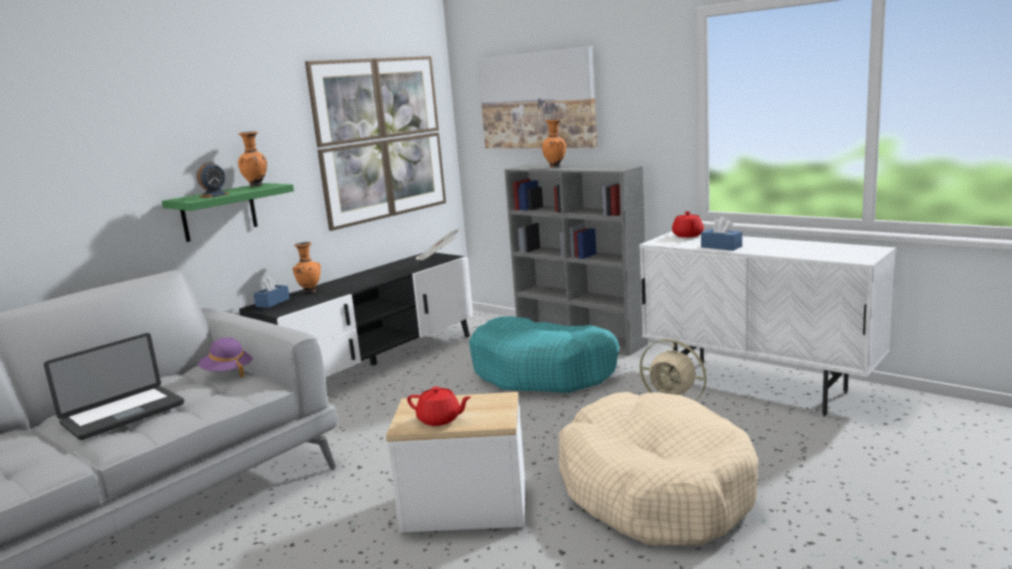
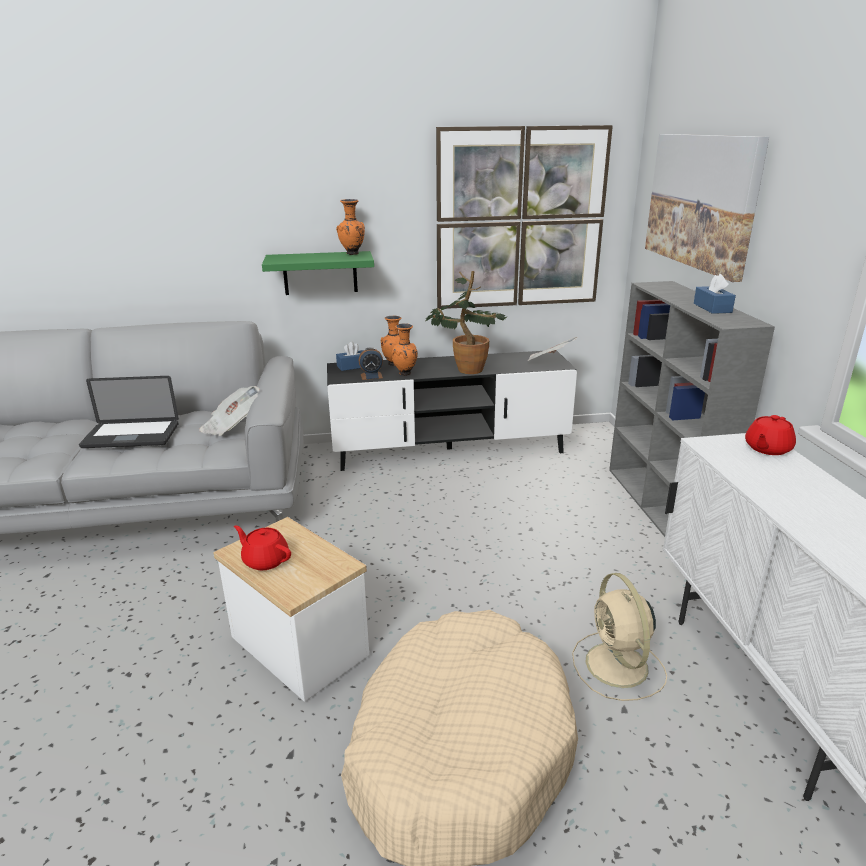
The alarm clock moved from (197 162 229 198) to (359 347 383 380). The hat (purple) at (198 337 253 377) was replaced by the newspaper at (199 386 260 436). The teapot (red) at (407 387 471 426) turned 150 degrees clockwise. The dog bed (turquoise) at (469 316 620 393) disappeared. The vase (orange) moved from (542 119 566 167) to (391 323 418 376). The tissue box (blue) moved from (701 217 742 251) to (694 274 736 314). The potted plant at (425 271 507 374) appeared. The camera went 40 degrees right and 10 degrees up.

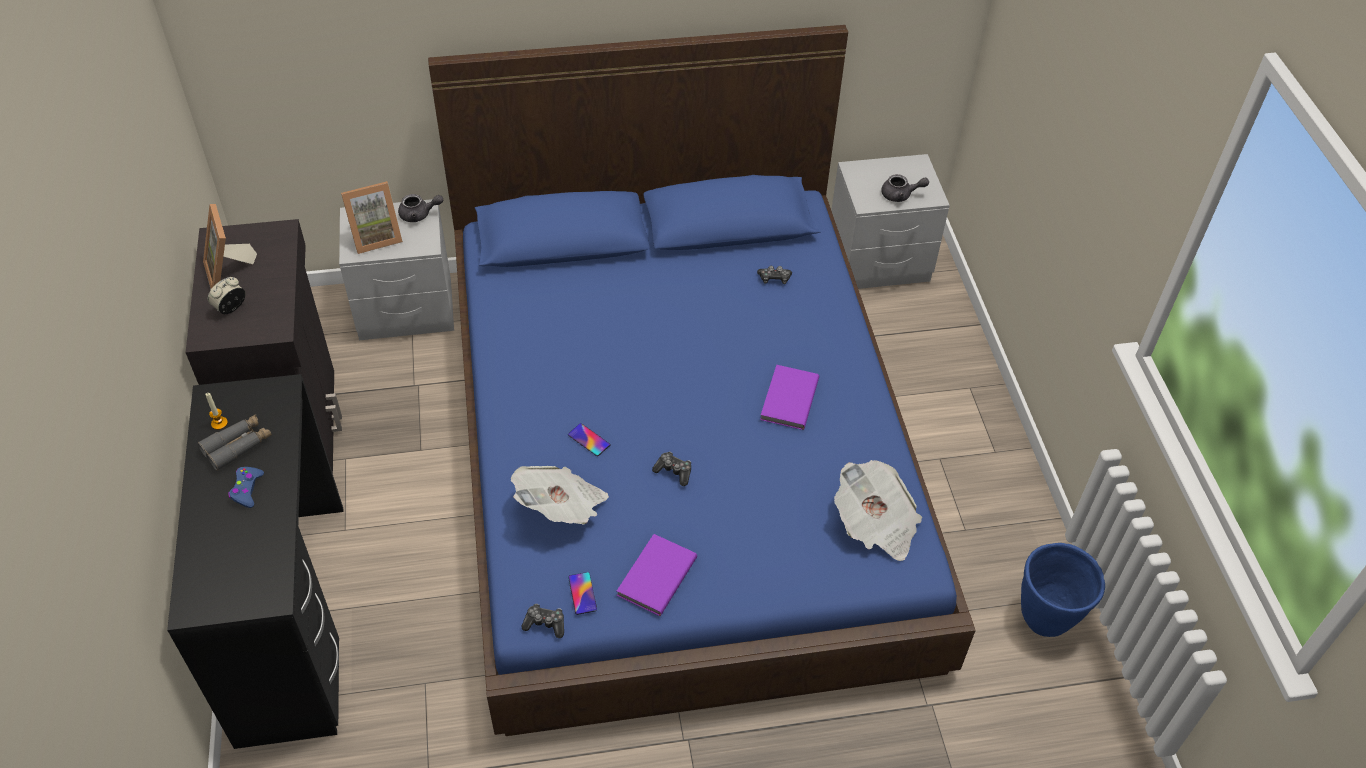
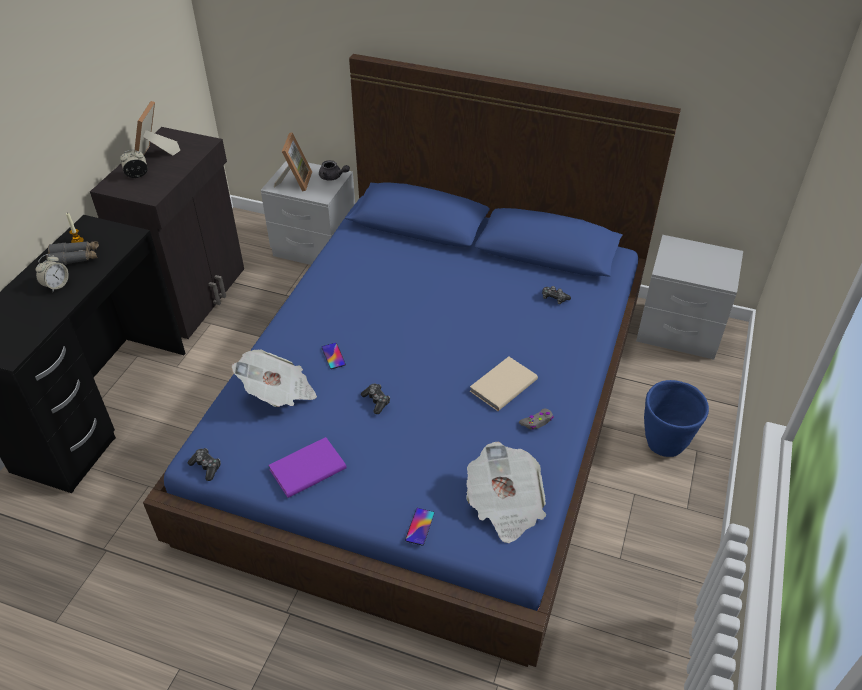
The game controller (blue) at (228 467 264 508) was replaced by the alarm clock at (36 254 69 292). The picture frame at (341 181 403 254) turned 90 degrees counterclockwise. The phone moved from (568 572 597 615) to (405 508 434 545). The book (purple) at (760 365 819 430) became the book (beige) at (470 357 538 411). The teapot (grey) at (881 174 929 202) disappeared. The planter (blue) moved from (1021 543 1105 637) to (644 380 709 457). The game controller (grey) at (519 409 554 430) appeared. The camera went 30 degrees right and 5 degrees down.

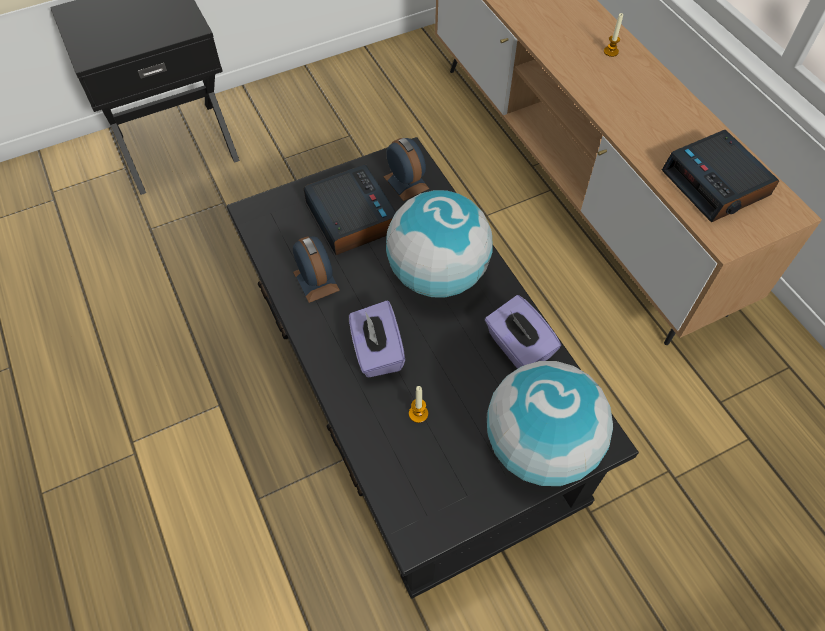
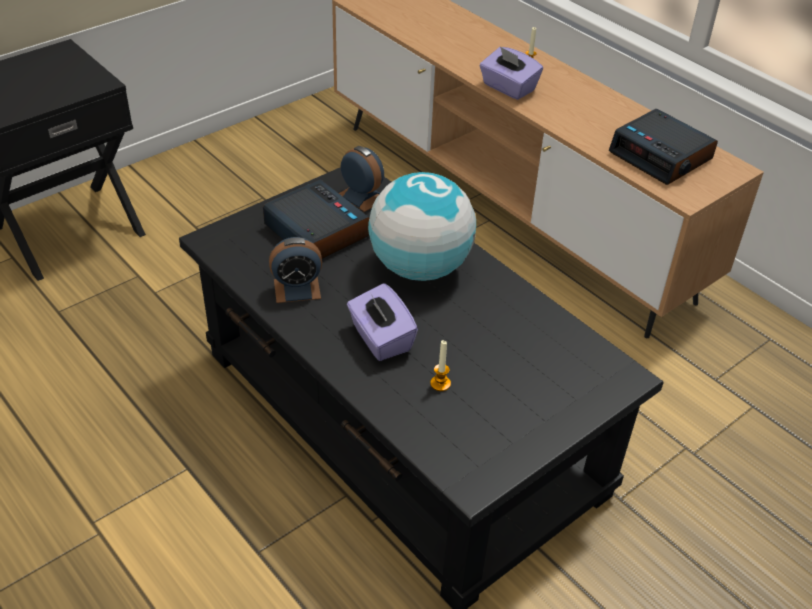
The alarm clock at (293 236 340 303) turned 120 degrees clockwise. The tissue box (purple) moved from (485 295 561 369) to (480 46 543 100). The globe at (487 361 613 486) disappeared. The camera went 15 degrees left and 15 degrees down.

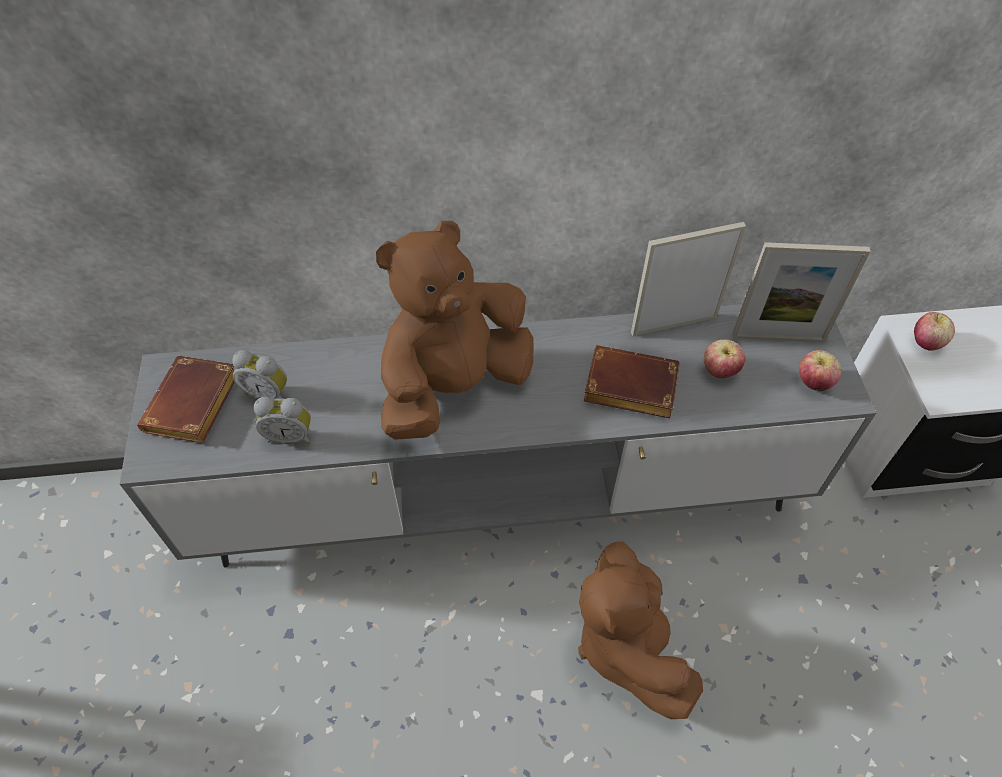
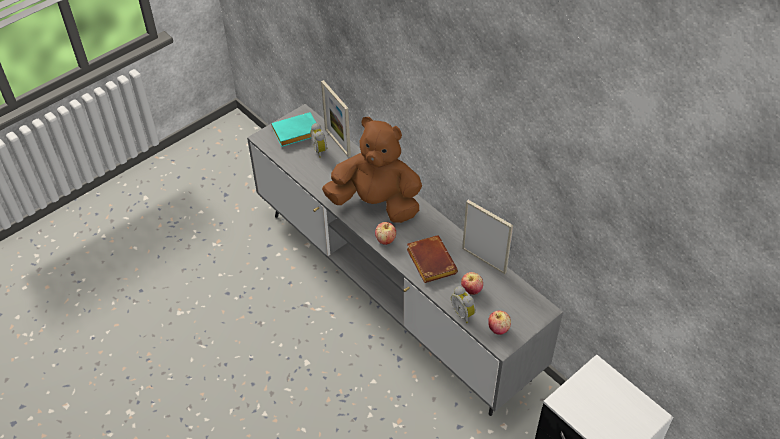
The book (brown) at (137 355 235 443) became the book (turquoise) at (271 112 316 147). The alarm clock moved from (254 397 311 444) to (451 286 476 323). The plush toy (brown) at (578 542 703 719) disappeared. The picture frame moved from (732 242 871 342) to (321 80 351 157). The apple moved from (914 312 955 351) to (375 222 396 245). The camera went 55 degrees right and 5 degrees down.

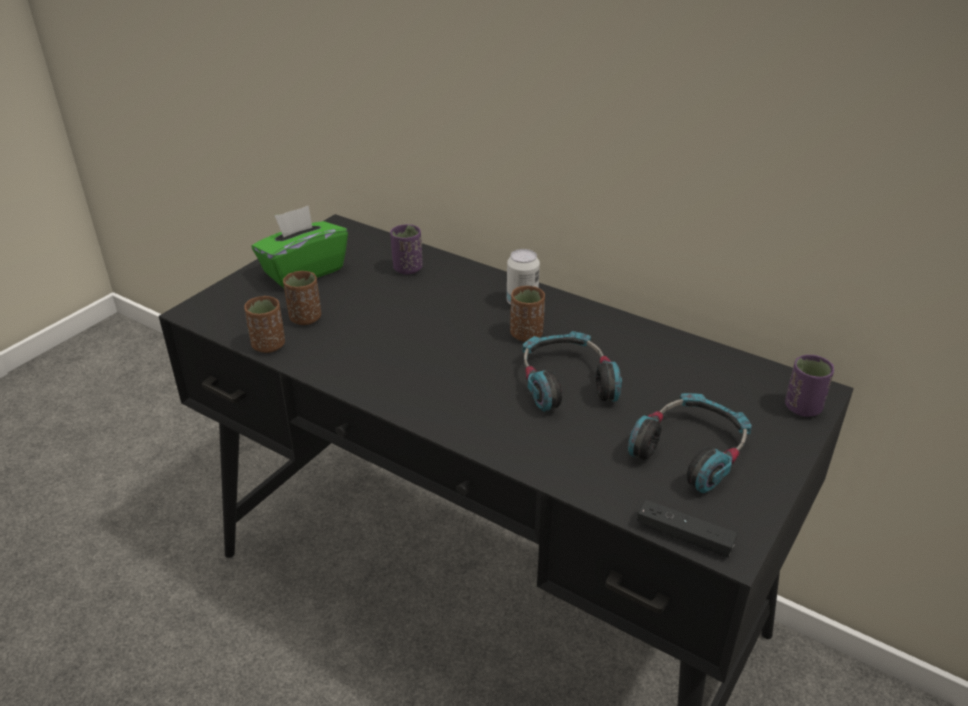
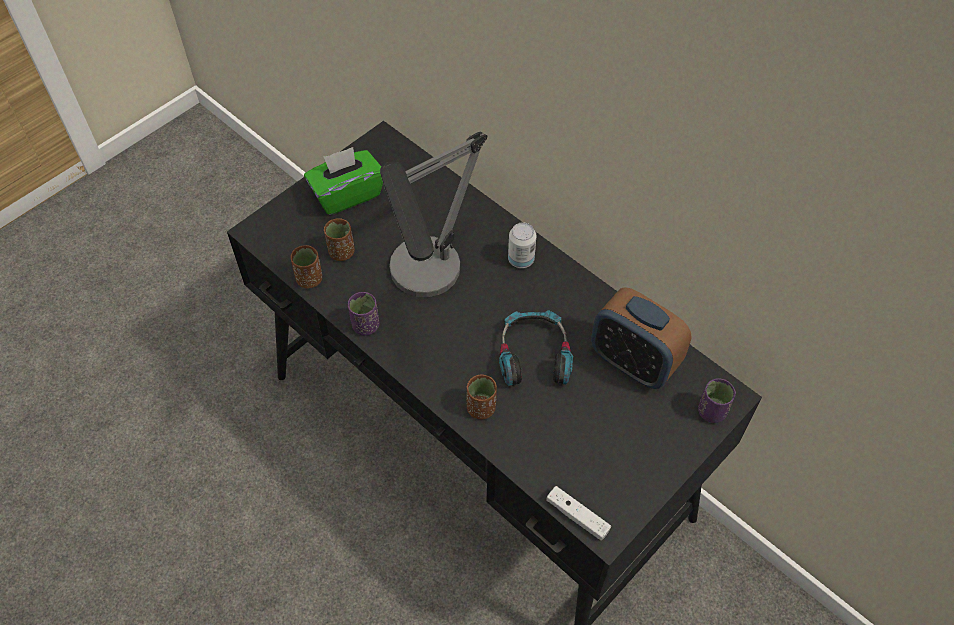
The cup (purple) moved from (390 224 423 275) to (348 292 379 336). The cup (brown) moved from (510 286 545 342) to (467 375 497 419). The headphones at (628 393 752 493) disappeared. The game controller (black) at (637 500 737 557) became the game controller (white) at (546 486 611 540). The table lamp at (380 132 487 297) appeared. The alarm clock at (591 287 692 389) appeared. The camera went 10 degrees right and 20 degrees up.

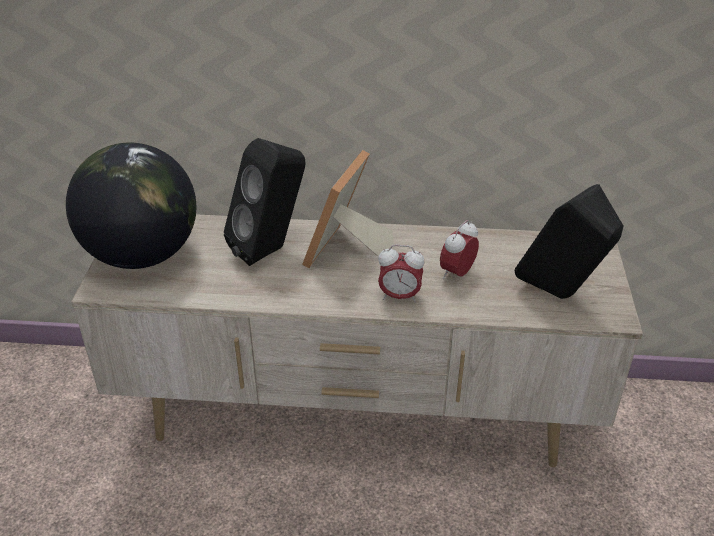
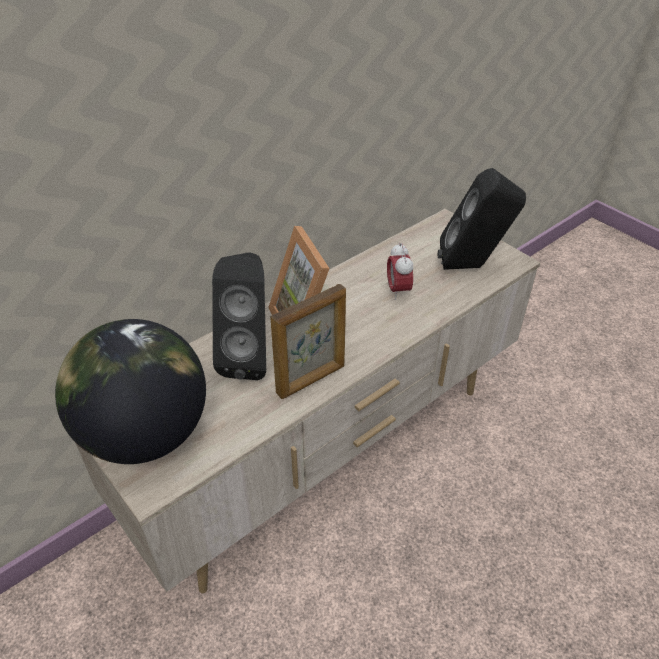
The alarm clock at (378 245 425 303) disappeared. The picture frame at (270 284 346 399) appeared. The camera went 45 degrees left and 5 degrees up.

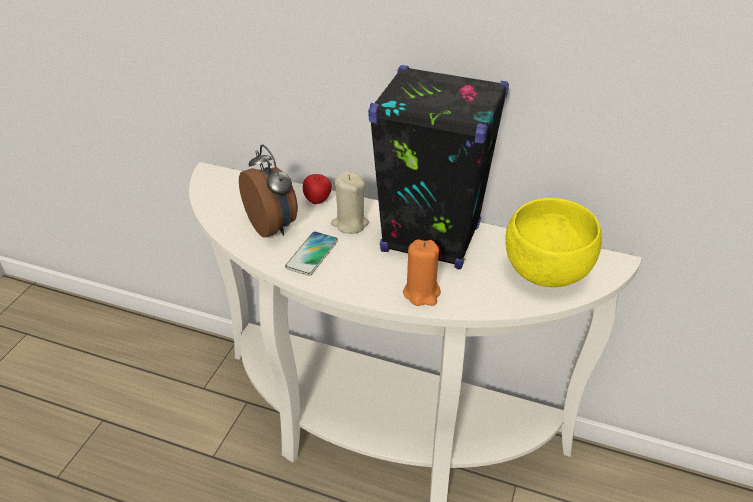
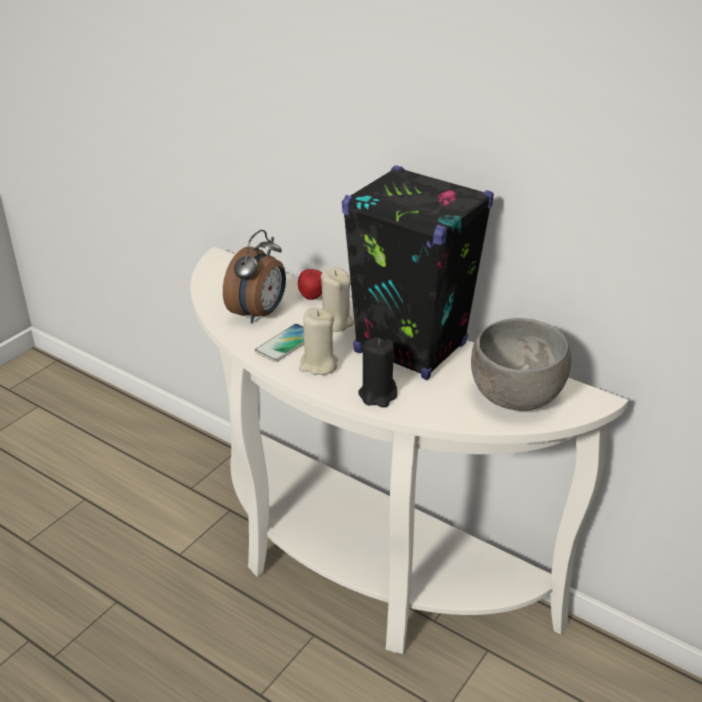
The alarm clock at (239 145 298 238) turned 45 degrees clockwise. The candle (orange) at (403 239 441 306) became the candle (black) at (358 337 398 408). The bowl (yellow) at (505 198 602 287) became the bowl (grey) at (471 318 571 411). The candle (beige) at (299 308 338 375) appeared. The camera went 15 degrees right and 5 degrees down.

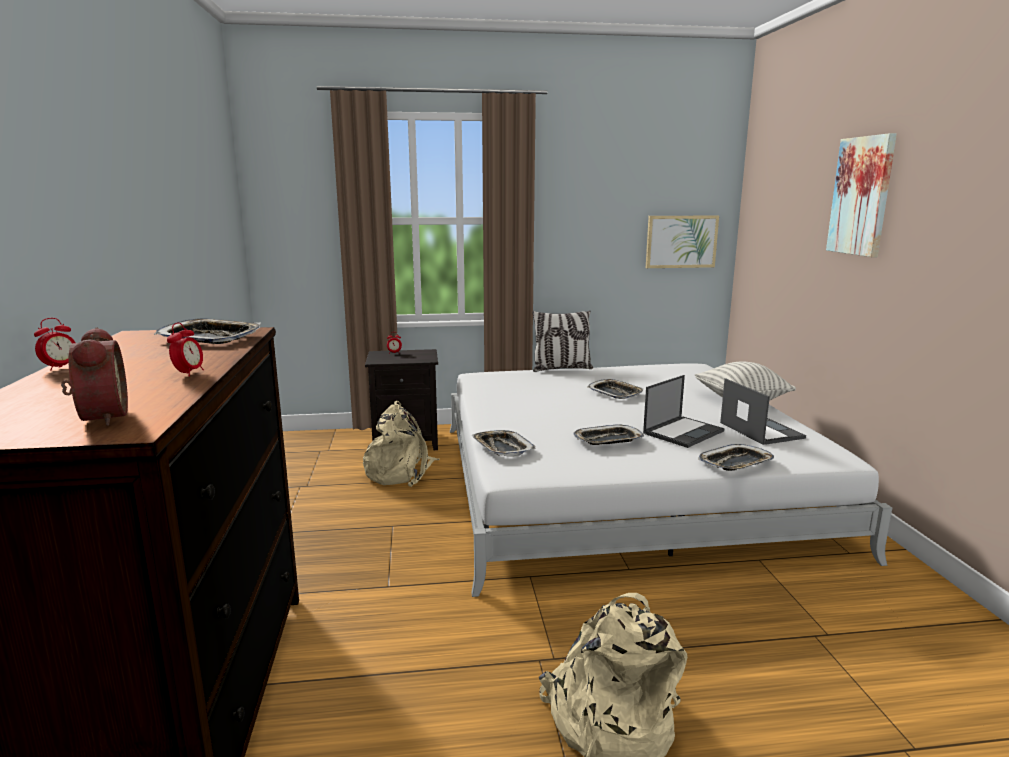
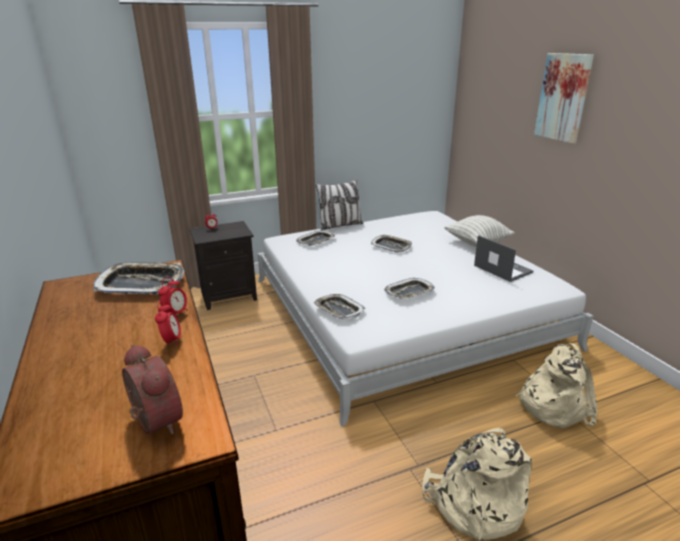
The alarm clock moved from (34 318 75 371) to (158 277 187 315). The backpack (beige) moved from (363 401 440 487) to (516 343 597 428). The laptop at (643 375 724 448) disappeared. The picture at (646 215 719 268) disappeared. The tray moved from (698 444 774 471) to (296 230 335 246). The camera went 15 degrees left and 10 degrees up.

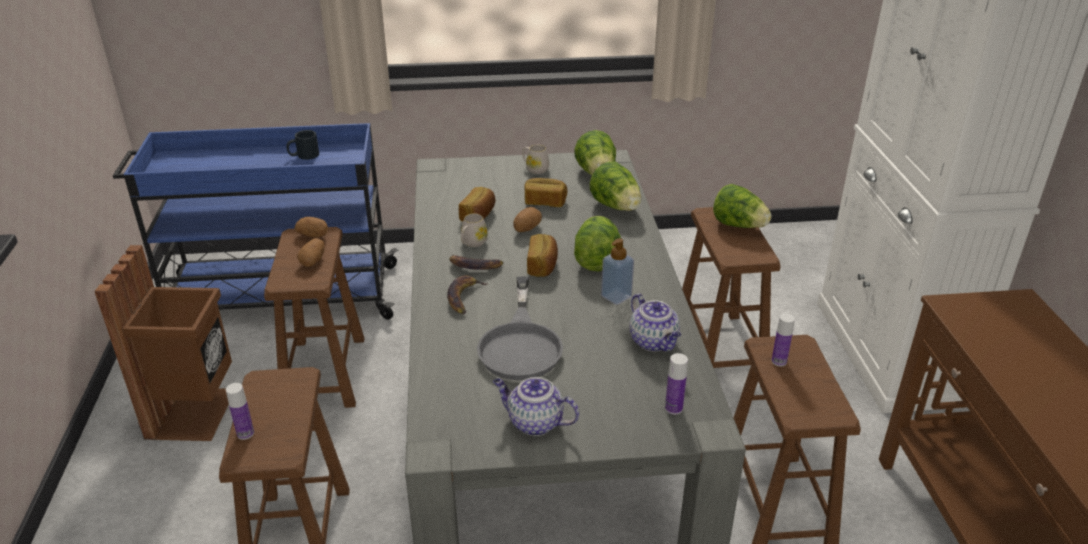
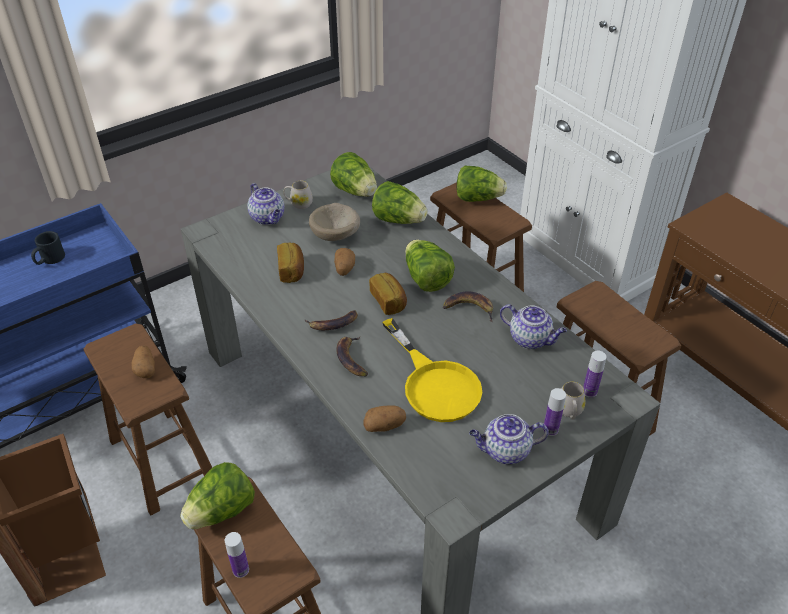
The potato moved from (295 217 328 237) to (363 405 406 432). The mug (white) moved from (461 213 488 247) to (561 382 585 420). The frying pan (grey) at (477 276 563 380) became the frying pan (yellow) at (382 318 482 422). The bread at (524 178 568 207) was replaced by the bowl (beige) at (309 203 360 241). The soap dispenser at (601 238 634 305) was replaced by the banana at (443 291 493 322). The bottle moved from (772 313 795 366) to (543 388 566 436). The lettuce at (180 462 255 529) appeared. The teapot at (247 183 284 225) appeared. The camera went 30 degrees left and 10 degrees up.

